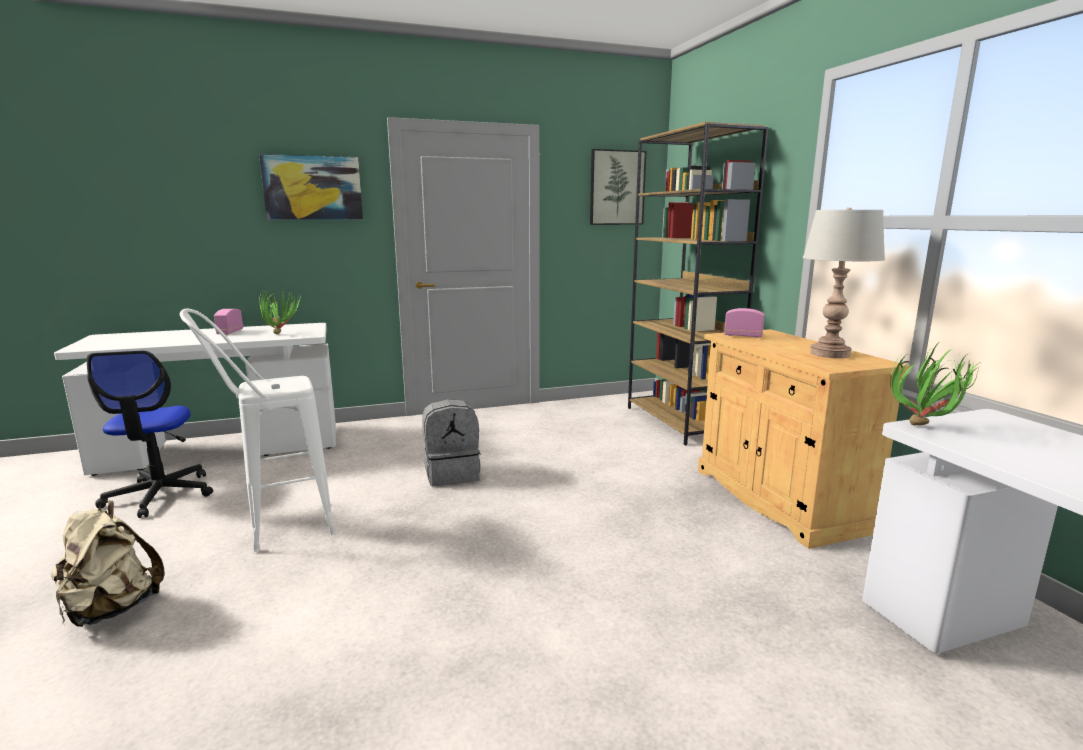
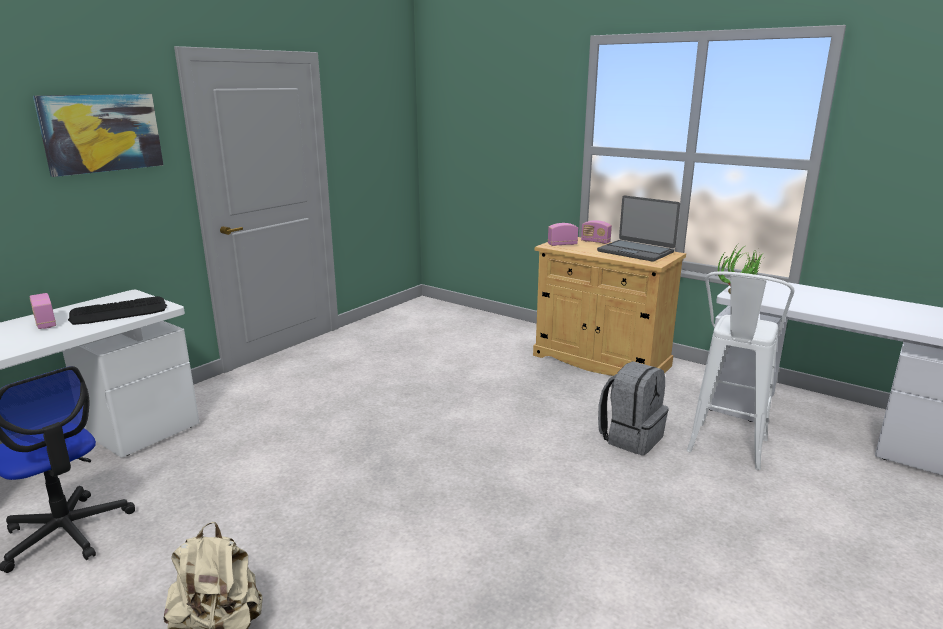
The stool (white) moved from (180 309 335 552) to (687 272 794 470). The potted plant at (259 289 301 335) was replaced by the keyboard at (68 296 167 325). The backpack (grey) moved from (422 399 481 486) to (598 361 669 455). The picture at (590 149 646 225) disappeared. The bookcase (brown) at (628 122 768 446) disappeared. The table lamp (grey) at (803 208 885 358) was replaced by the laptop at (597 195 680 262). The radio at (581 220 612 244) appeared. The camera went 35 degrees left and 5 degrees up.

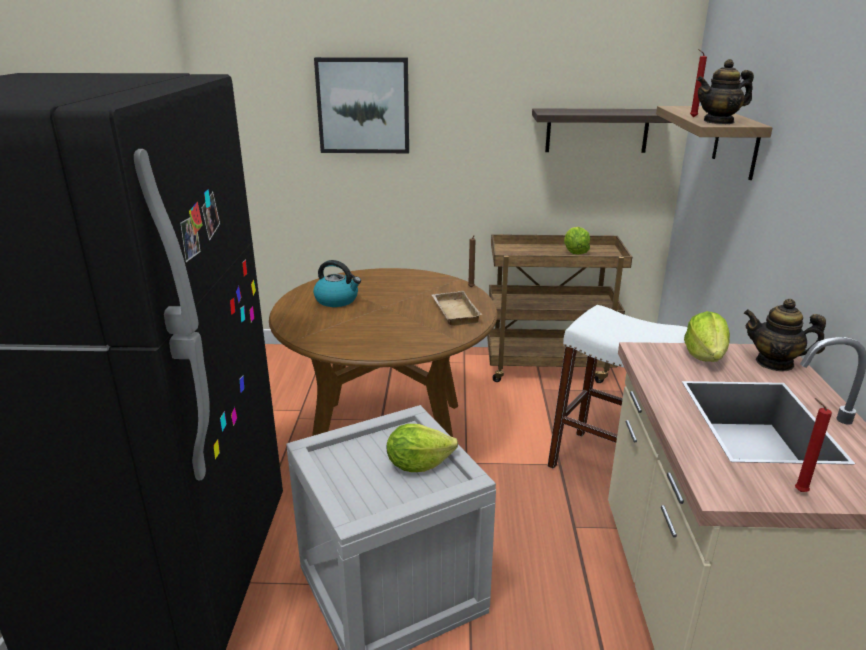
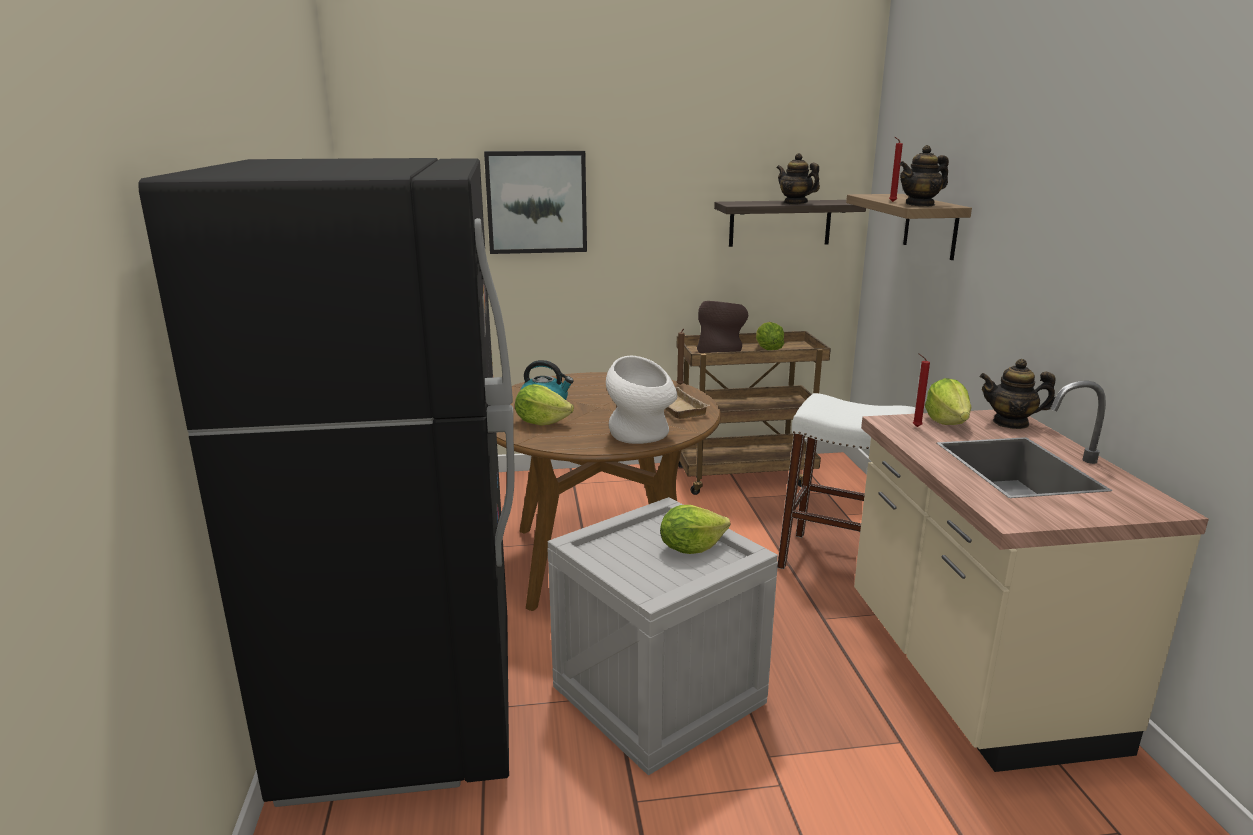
The candle (red) moved from (795 398 832 492) to (913 353 930 427). The lettuce at (515 384 574 426) appeared. The vase (white) at (606 356 677 444) appeared. The vase (brown) at (697 301 748 353) appeared. The teapot at (777 153 820 204) appeared. The camera went 10 degrees left and 5 degrees down.

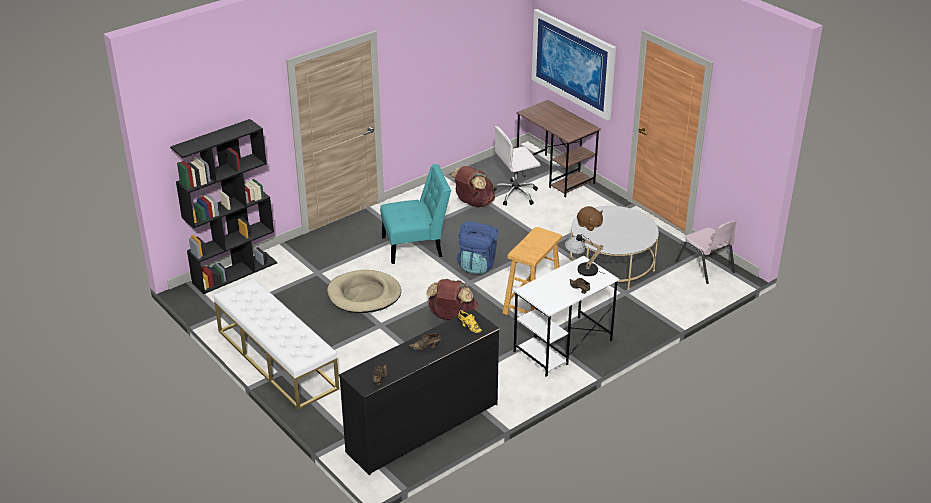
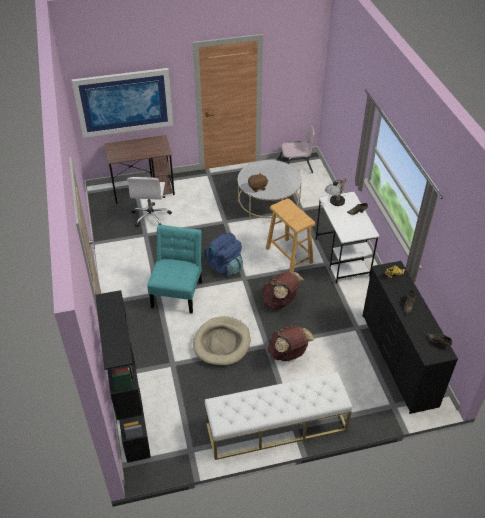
The backpack (brown) moved from (450 166 495 207) to (268 325 314 361). The camera went 65 degrees left and 10 degrees up.

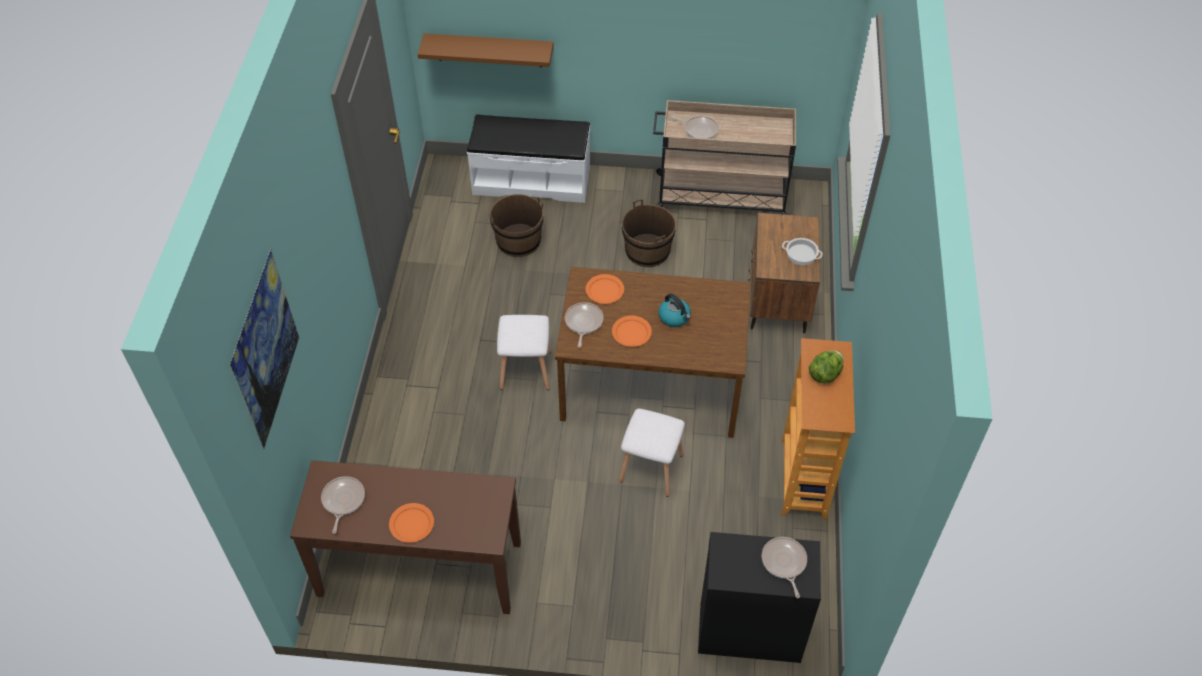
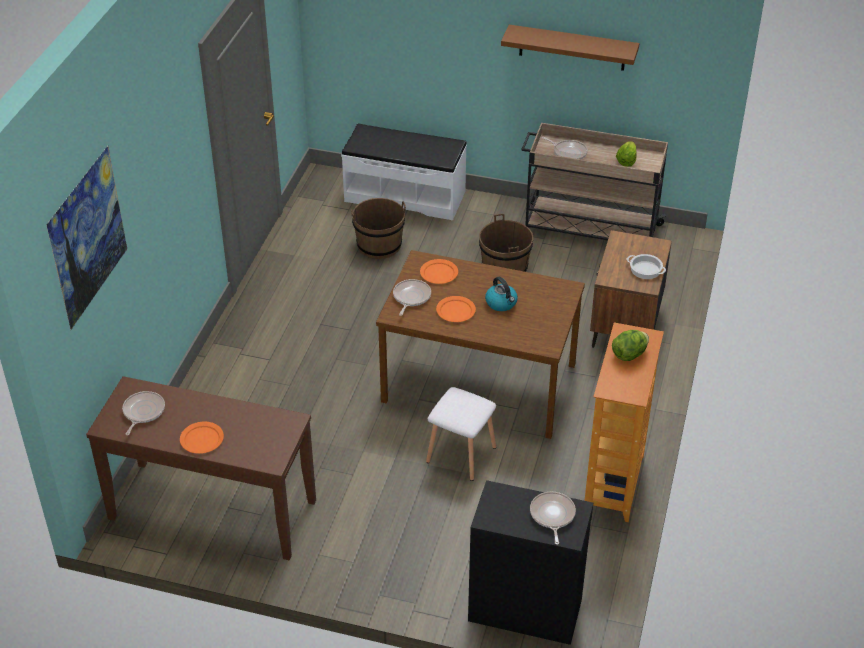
The shelf (brown) moved from (418 33 554 67) to (501 25 640 71). The stool (white) at (497 315 551 390) disappeared. The lettuce at (616 141 637 167) appeared. The camera went 10 degrees right and 10 degrees down.

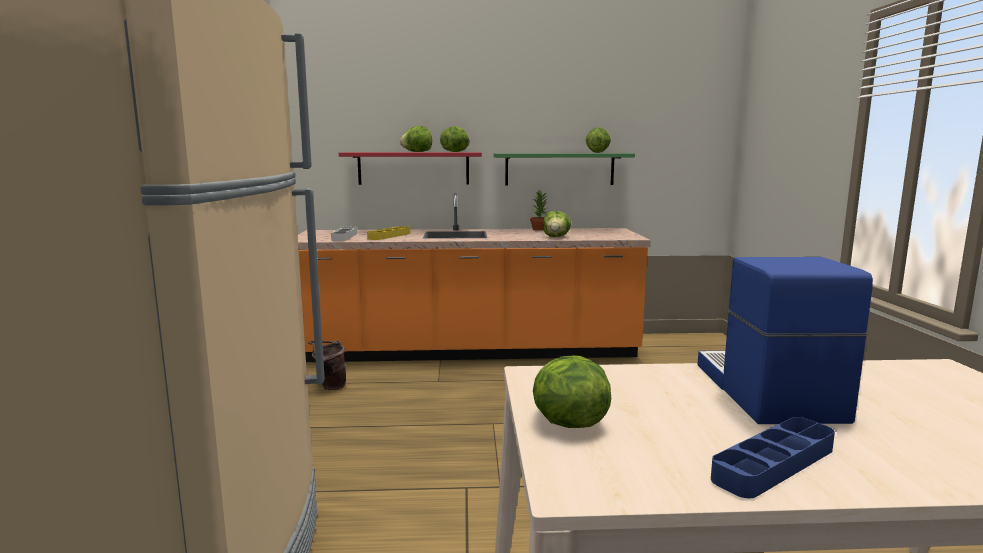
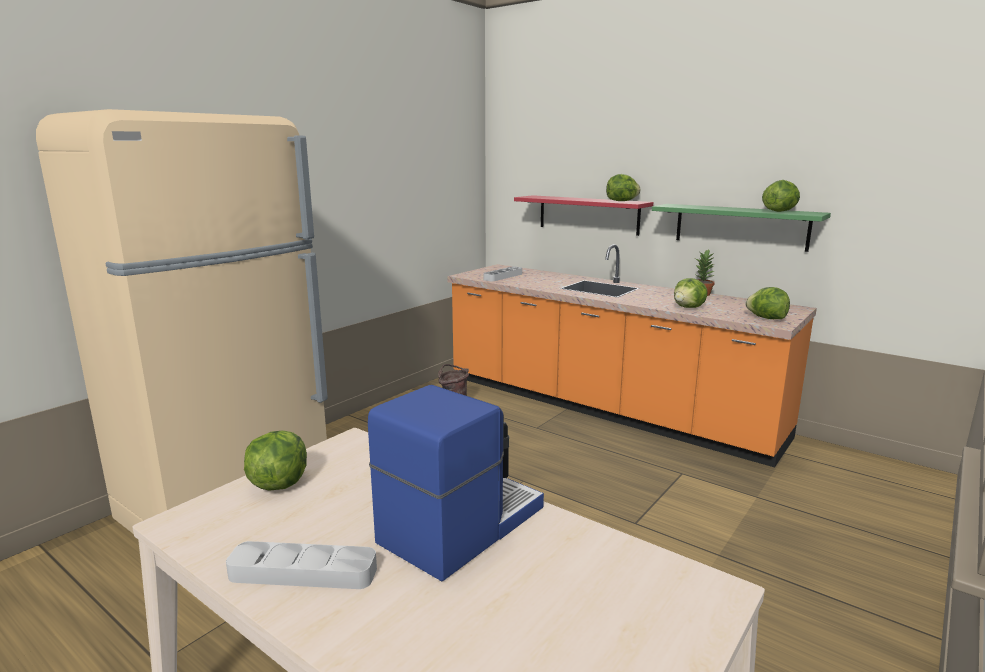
The tray (yellow) at (367 226 410 240) disappeared. The lettuce moved from (400 126 432 152) to (746 287 790 319). The tray (blue) at (711 417 835 498) became the tray (grey) at (226 541 377 589). The camera went 40 degrees right and 5 degrees up.

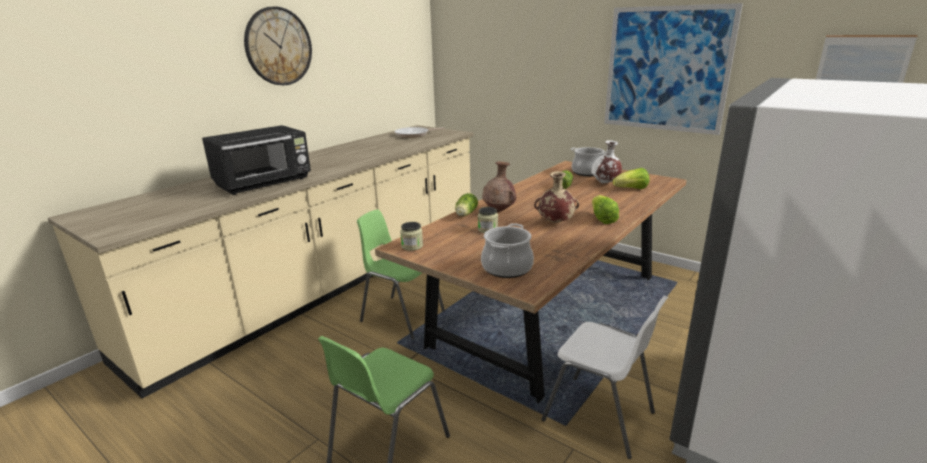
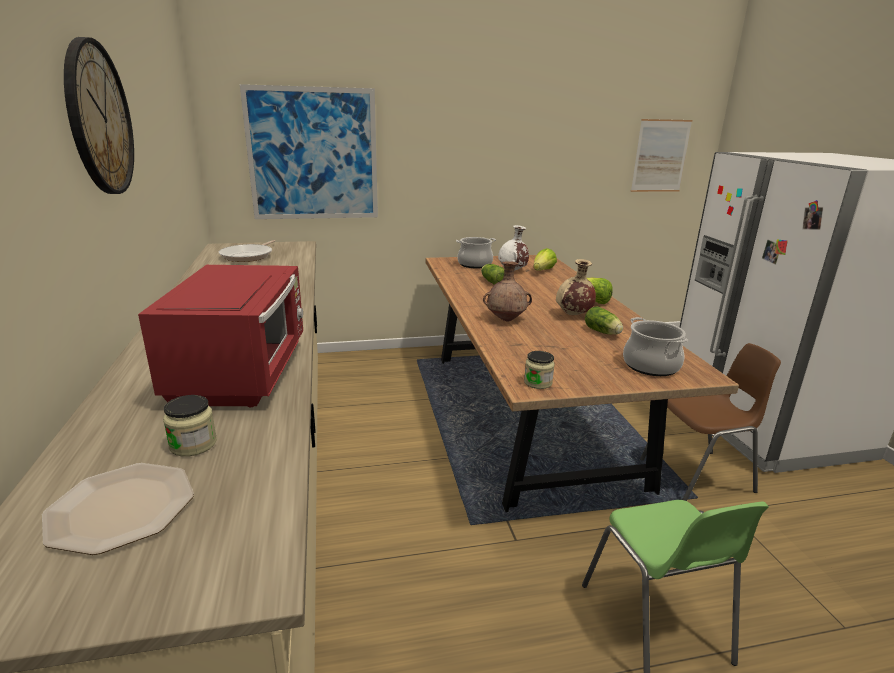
The microwave (black) at (202 125 311 195) became the microwave (red) at (138 265 303 407). The chair (green) at (357 210 445 339) disappeared. The lettuce moved from (455 193 478 216) to (585 306 623 334). The jar moved from (478 207 498 233) to (163 395 217 457). The chair (white) at (541 296 668 459) became the chair (brown) at (640 343 781 501). The picture moved from (604 3 743 135) to (240 84 378 219). The plate at (42 463 194 555) appeared. The camera went 50 degrees left and 0 degrees up.

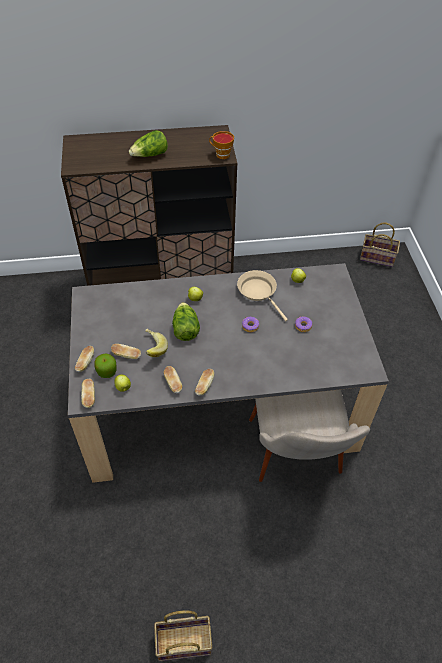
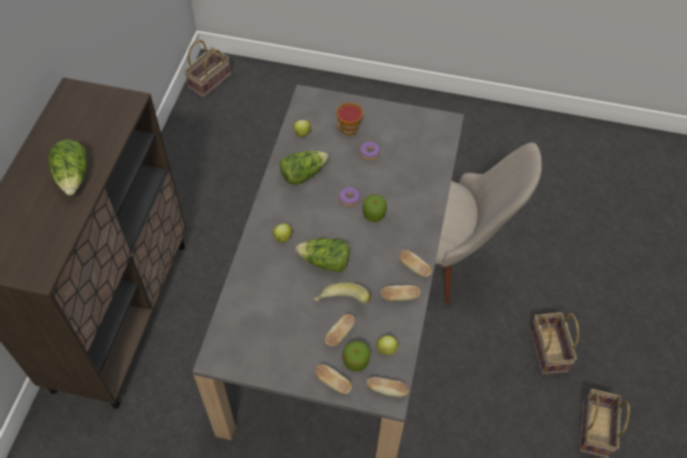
The cup moved from (209 131 234 159) to (336 103 363 136). The frying pan (beige) at (237 270 288 321) was replaced by the lettuce at (279 151 329 185). The apple at (363 194 387 222) appeared. The basket at (529 312 579 375) appeared. The camera went 70 degrees left and 5 degrees up.

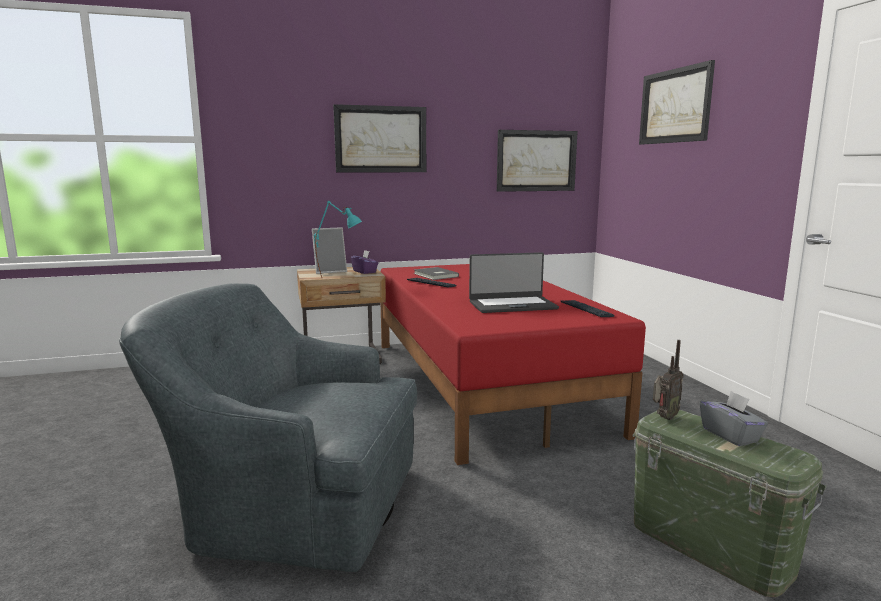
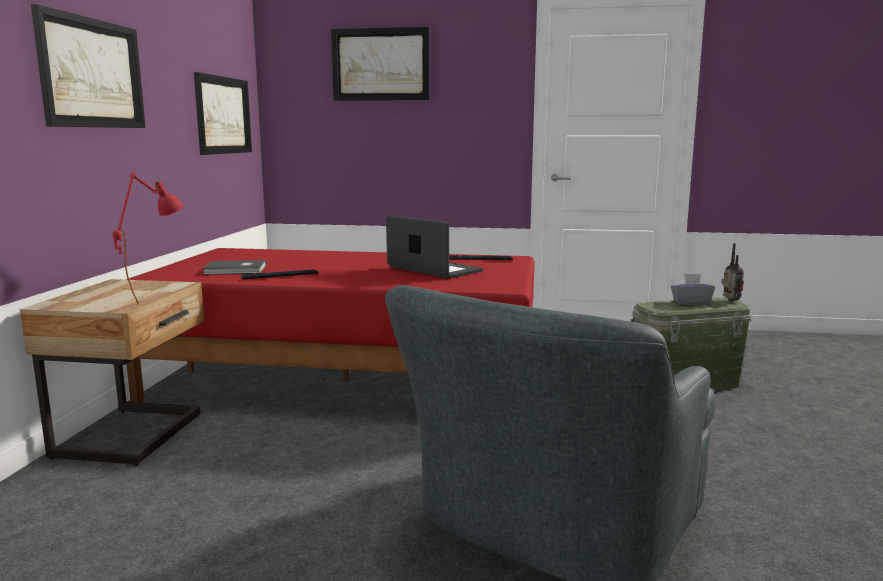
The picture frame at (312 227 347 274) disappeared. The table lamp (turquoise) at (314 201 362 278) became the table lamp (red) at (112 173 184 304). The tissue box (purple) at (351 250 378 274) disappeared. The laptop at (469 252 559 313) turned 60 degrees counterclockwise. The radio moved from (653 340 683 420) to (721 243 744 301). The camera went 65 degrees left and 0 degrees up.

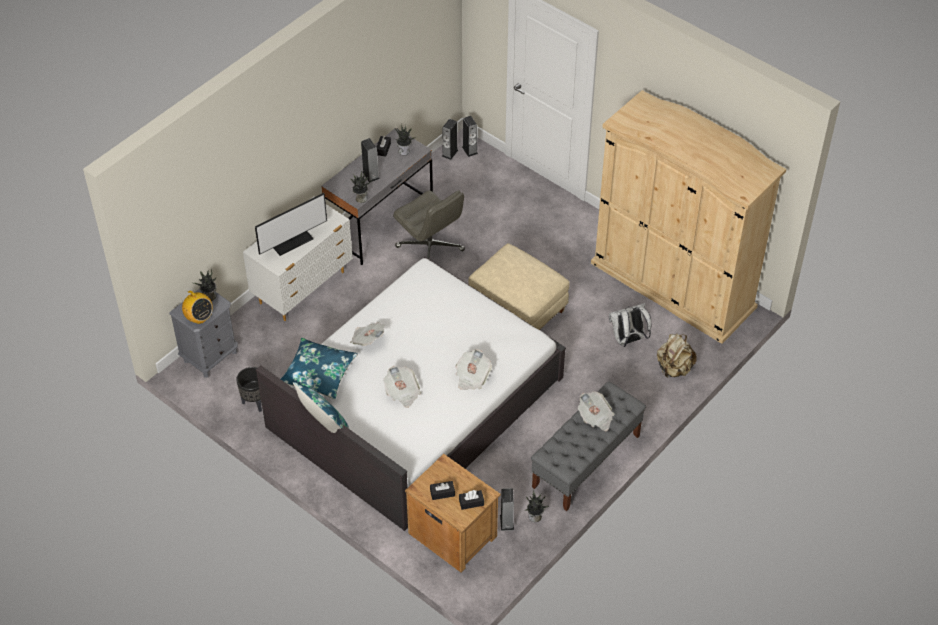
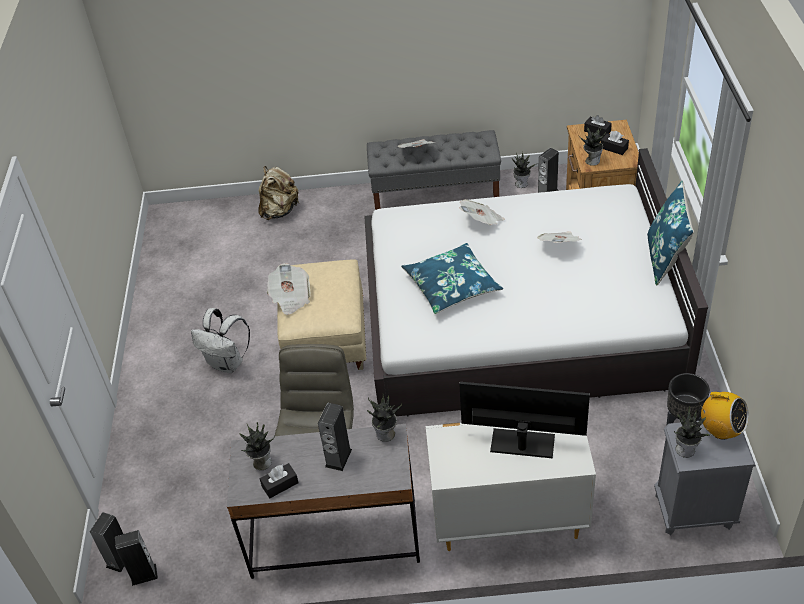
The radio at (179 291 213 324) turned 120 degrees clockwise. The pillow (blue) moved from (281 338 358 399) to (401 243 503 314). The newspaper moved from (350 322 385 346) to (267 263 311 315). The wardrobe (beige) at (591 90 786 344) disappeared. The backpack (white) moved from (609 303 651 347) to (191 308 250 373). The potted plant at (579 126 606 166) appeared. The camera went 130 degrees left and 5 degrees down.

